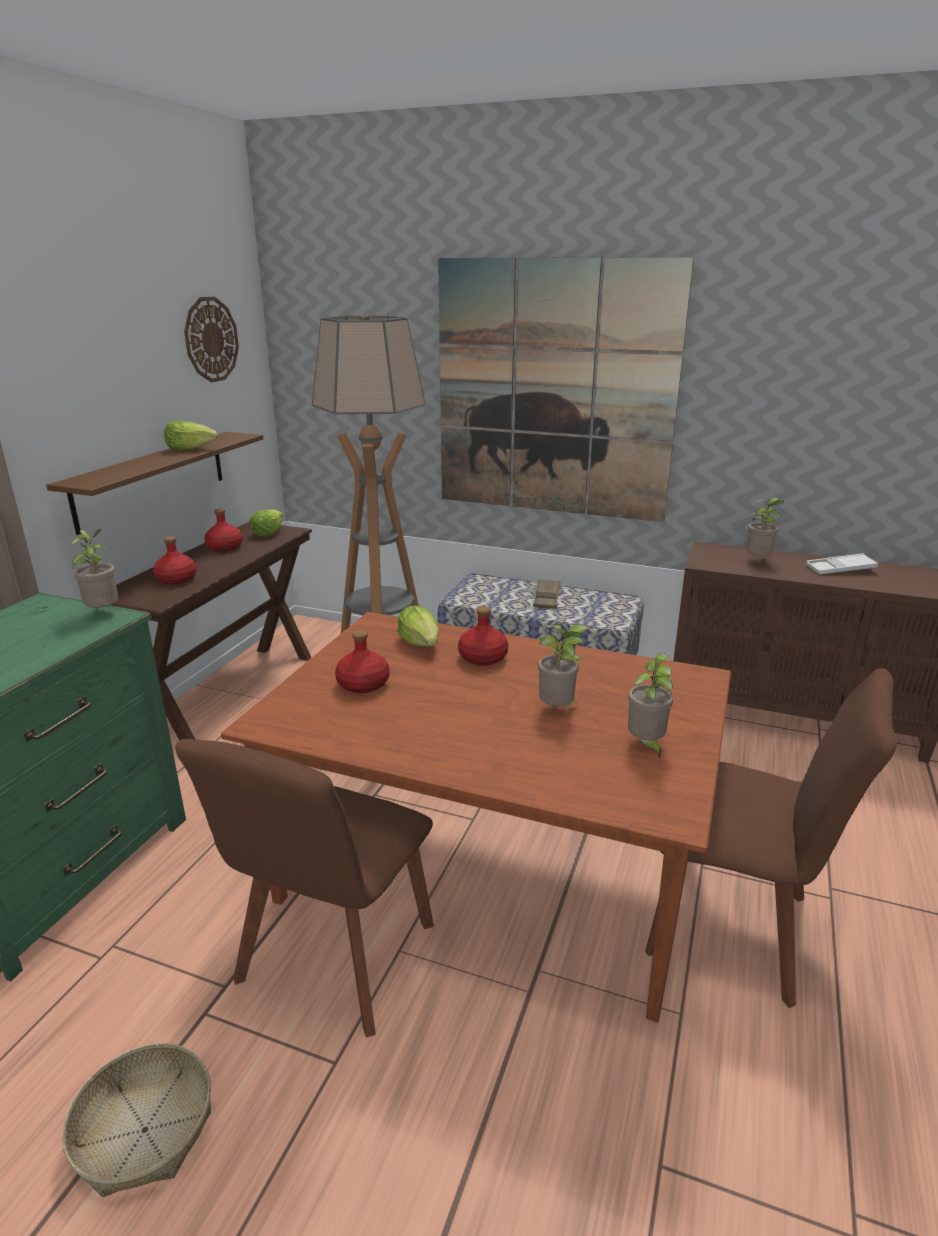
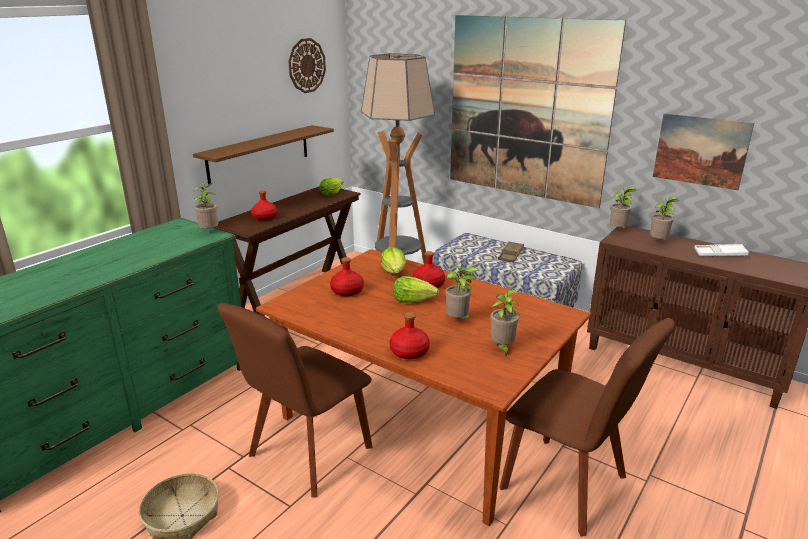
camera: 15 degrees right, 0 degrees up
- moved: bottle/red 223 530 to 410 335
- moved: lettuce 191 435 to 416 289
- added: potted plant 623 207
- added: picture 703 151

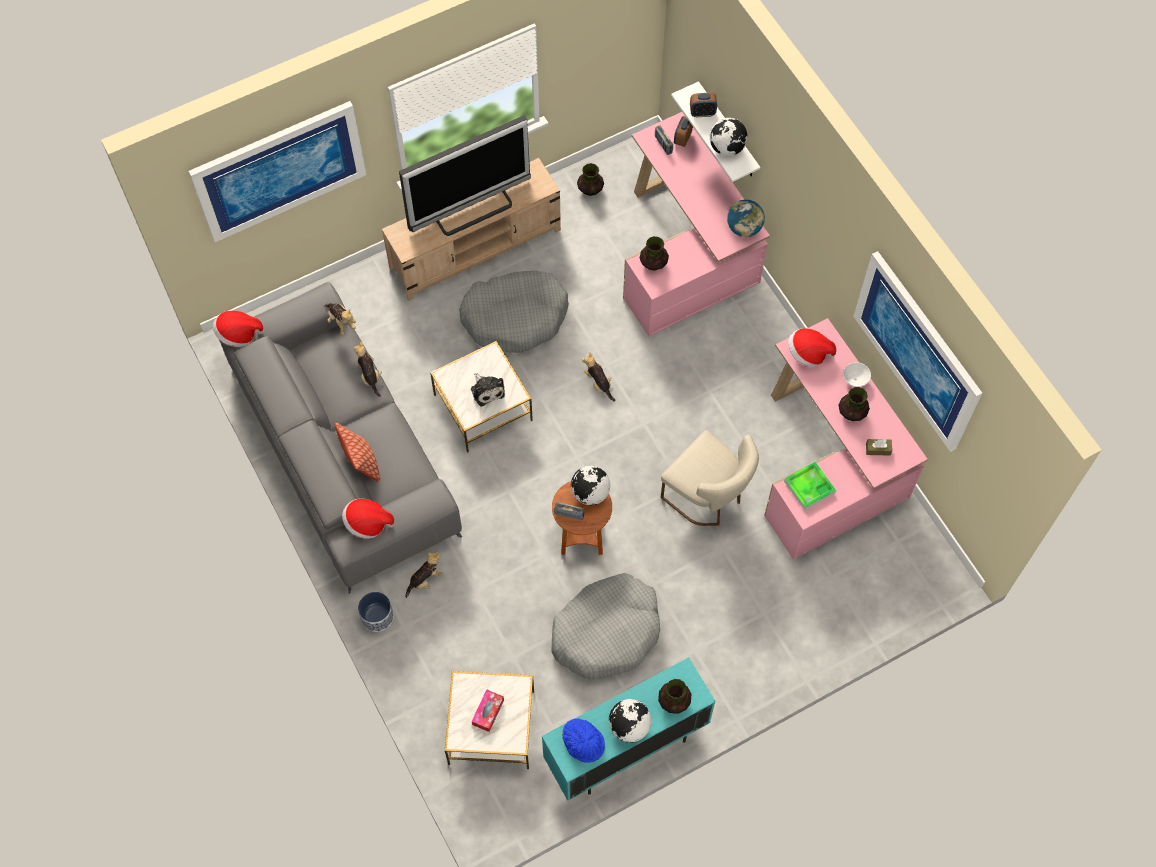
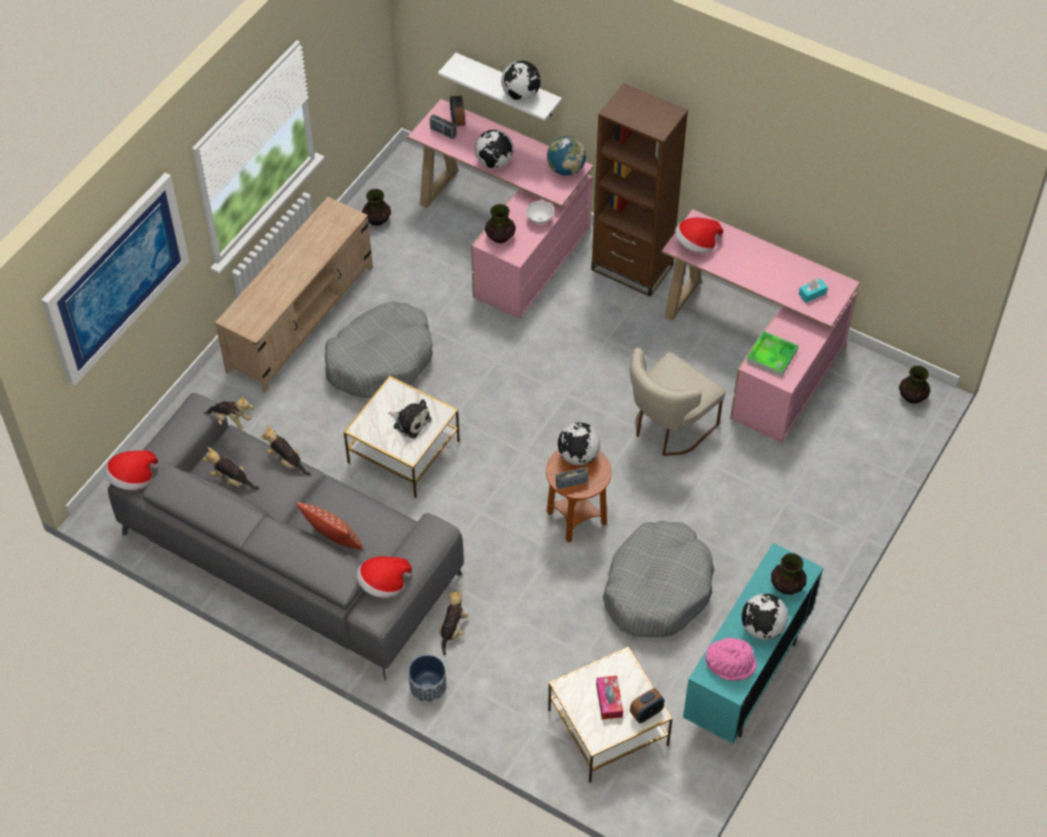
camera: 30 degrees left, 10 degrees down
- moved: plush toy 599 377 to 231 468
- added: globe 494 148
- moved: bowl/white 857 374 to 540 212
- added: bookcase/brown 639 190
- turned: chair/beige 710 478 = 678 402 120 degrees clockwise
- moved: alarm clock 703 105 to 647 705
- recoloured: hat/blue 583 740 to hat/pink 731 659
- recoloured: tissue box/brown 879 447 to tissue box/turquoise 813 290
- moved: vase 854 404 to 915 385
- removed: television 465 175
- removed: picture 917 351

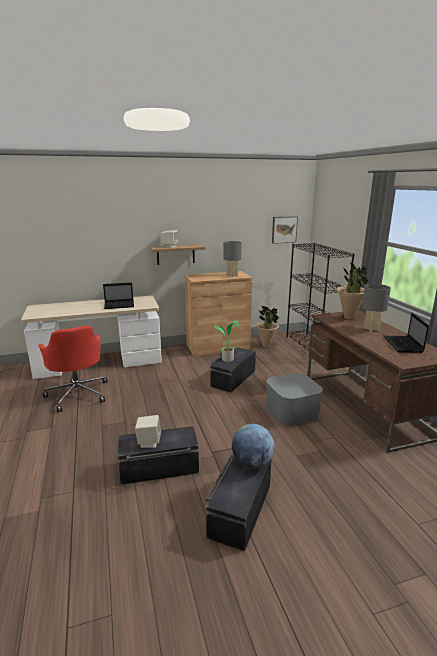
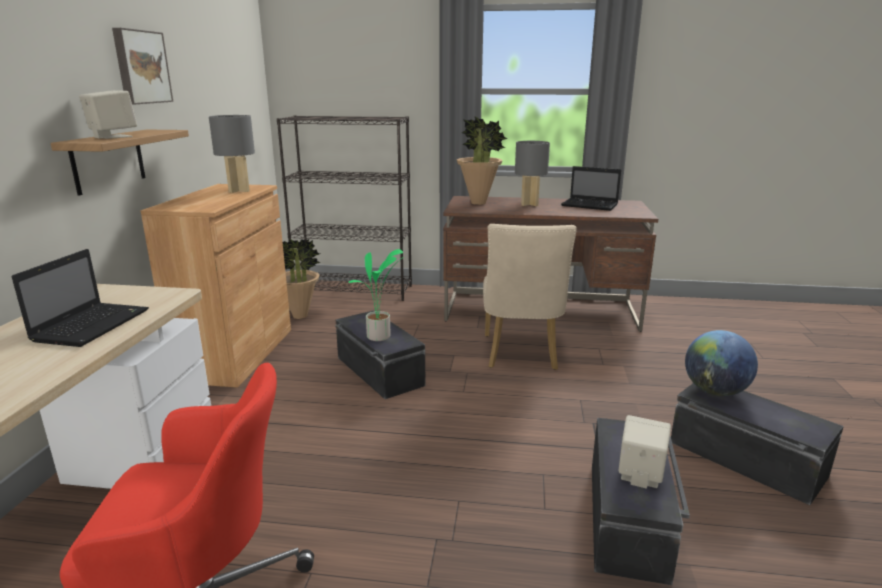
camera: 65 degrees left, 0 degrees up
- moved: picture 285 230 to 142 66
- replaced: storage box/grey 294 399 to chair/beige 530 297

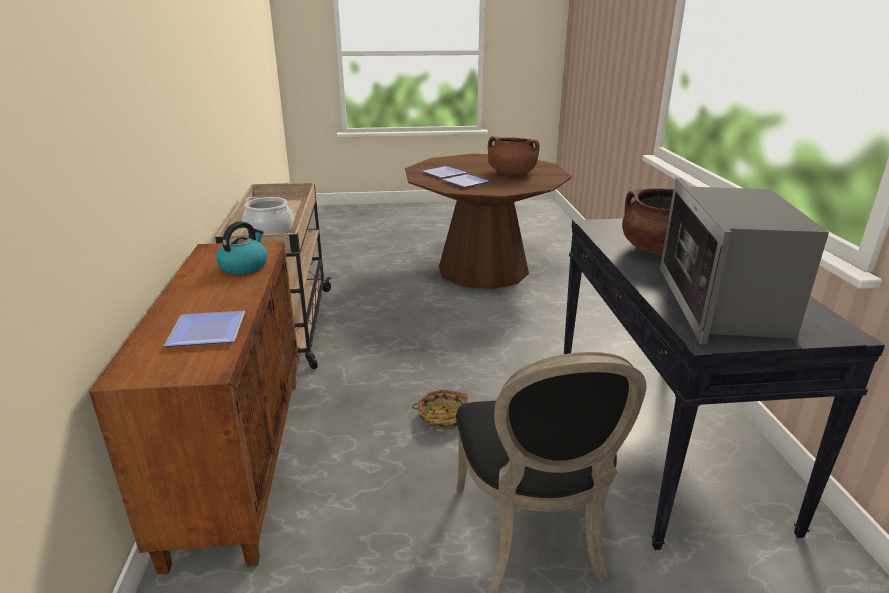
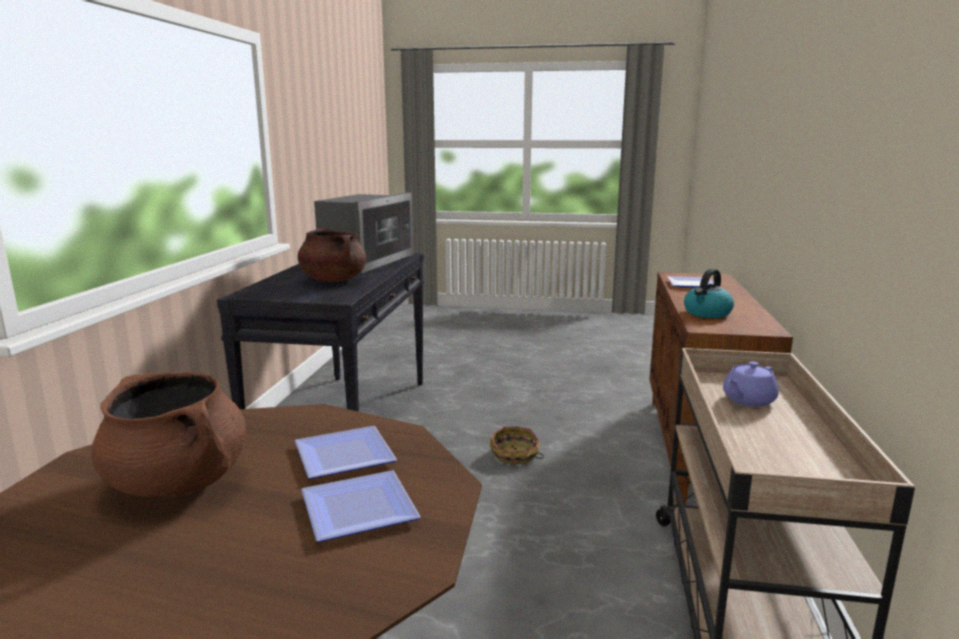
camera: 165 degrees left, 10 degrees down
- replaced: cooking pot 268 215 to teapot/purple 751 384
- removed: chair/black 551 472

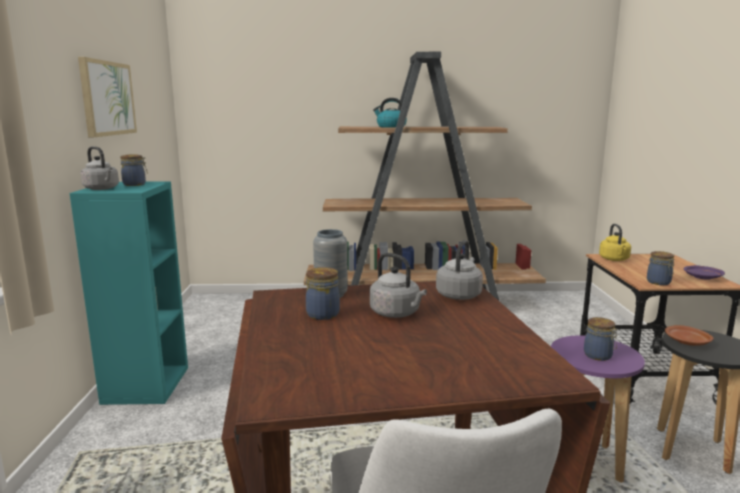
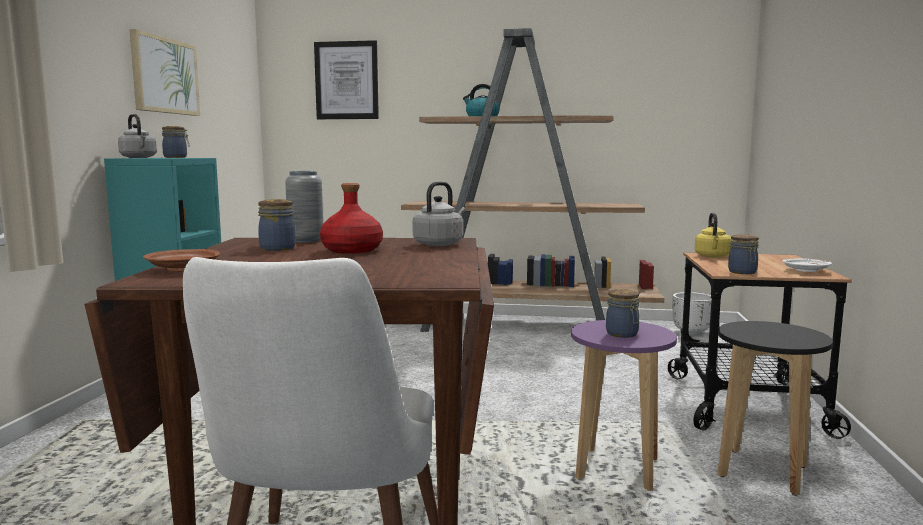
camera: 10 degrees right, 5 degrees down
- moved: plate/brown 689 335 to 181 260
- added: picture 346 79
- replaced: kettle/grey 398 285 to bottle/red 351 218
- added: planter/white 692 313
- recoloured: plate/purple 704 272 to plate/white 807 265

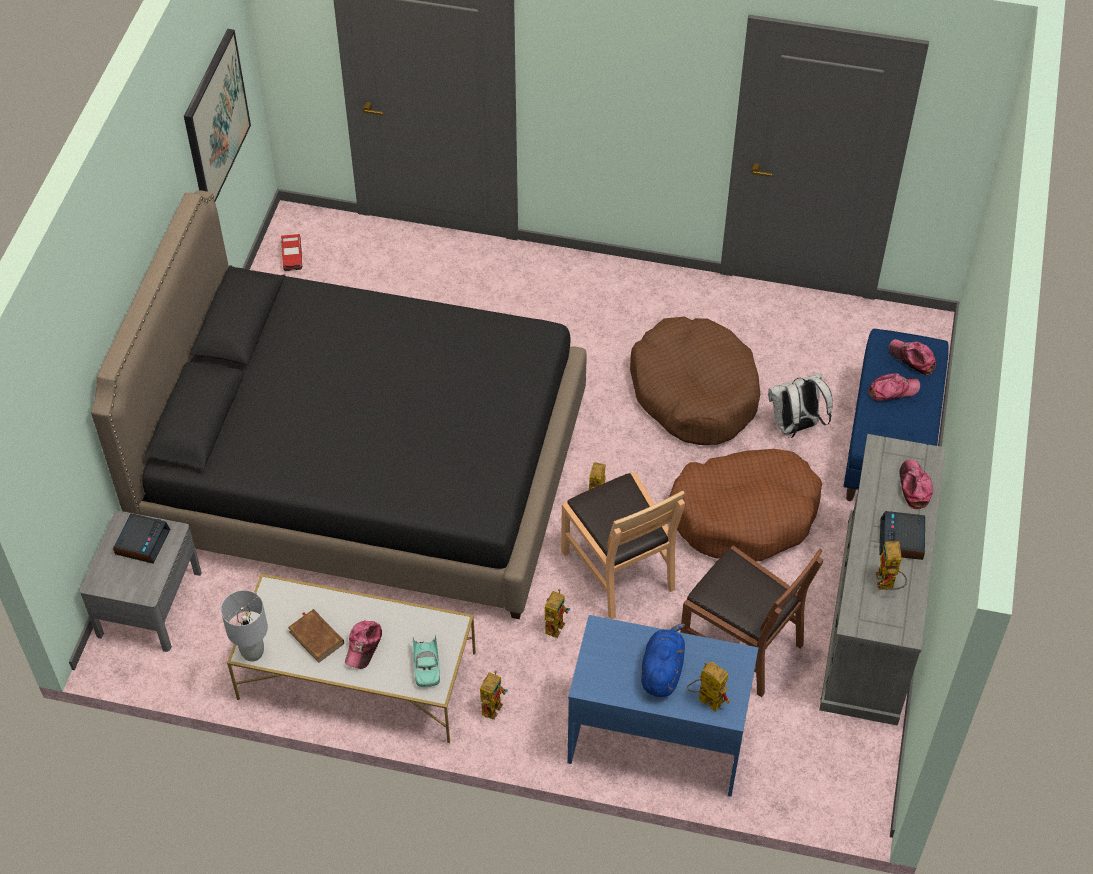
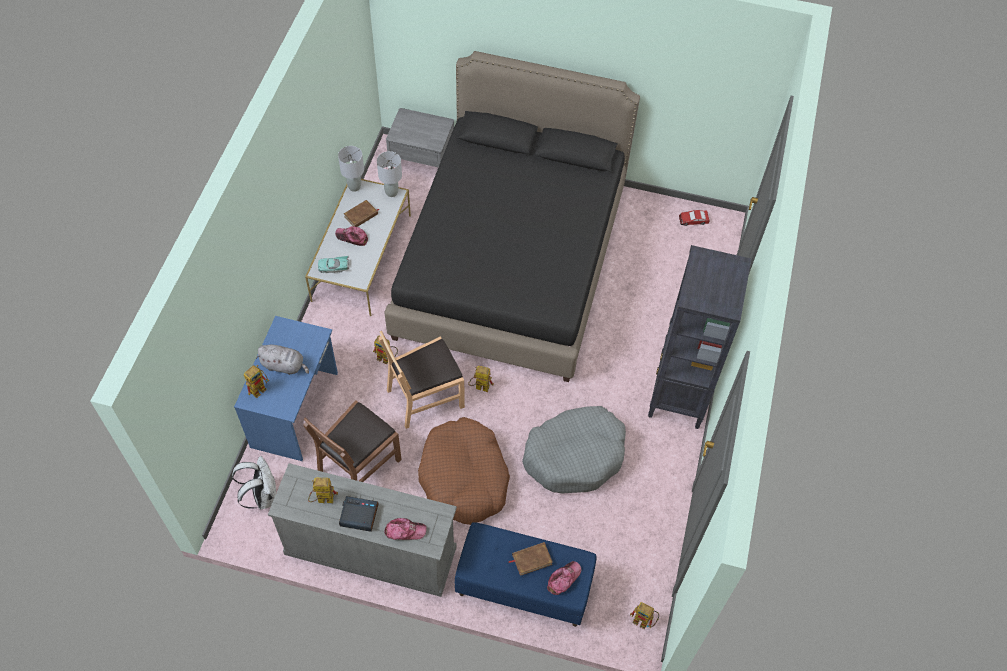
camera: 90 degrees right, 5 degrees up
- moved: backpack/white 800 405 to 254 483
- recoloured: plush toy/blue 663 660 to plush toy/grey 282 360
- added: table lamp/grey 389 174
- replaced: cap 894 387 to book/brown 530 559
- recoloured: dog bed/brown 695 380 to dog bed/grey 574 449
- moved: toy robot 494 695 to 644 615
- added: bookcase/black 699 337
- removed: alarm clock 141 538
- removed: picture 217 115

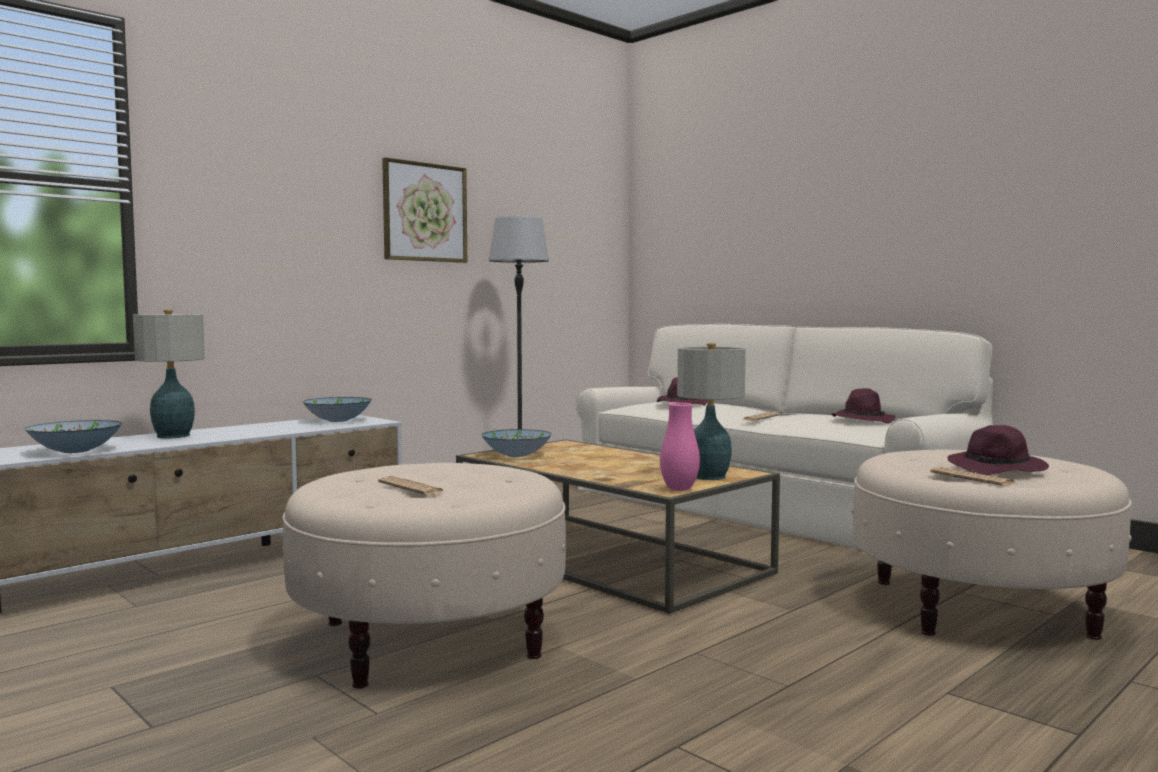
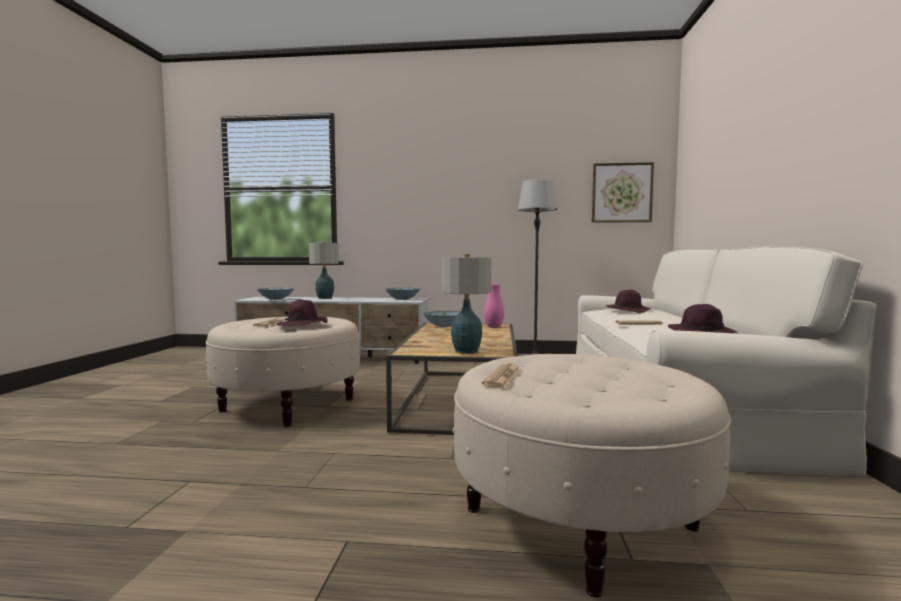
camera: 50 degrees right, 0 degrees up
- moved: hat/purple 998 450 to 302 313
- moved: vase/pink 680 447 to 494 306
- moved: picture 424 210 to 623 192

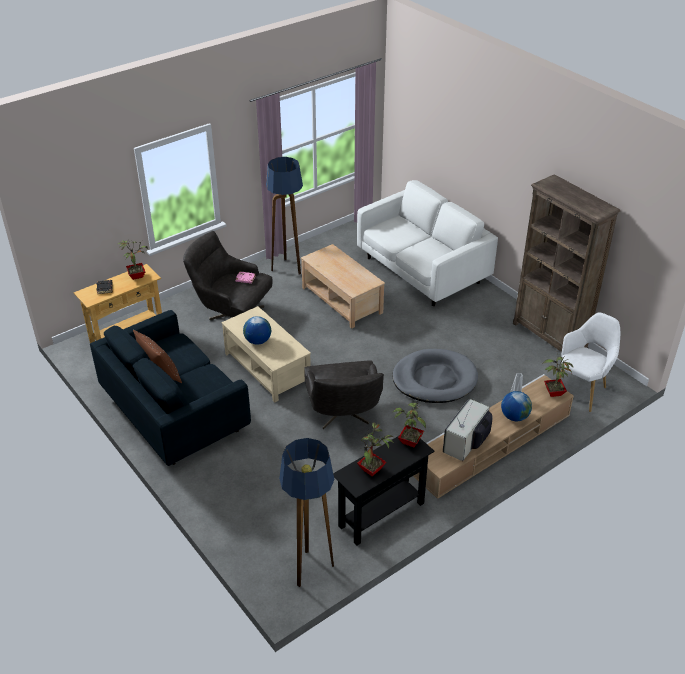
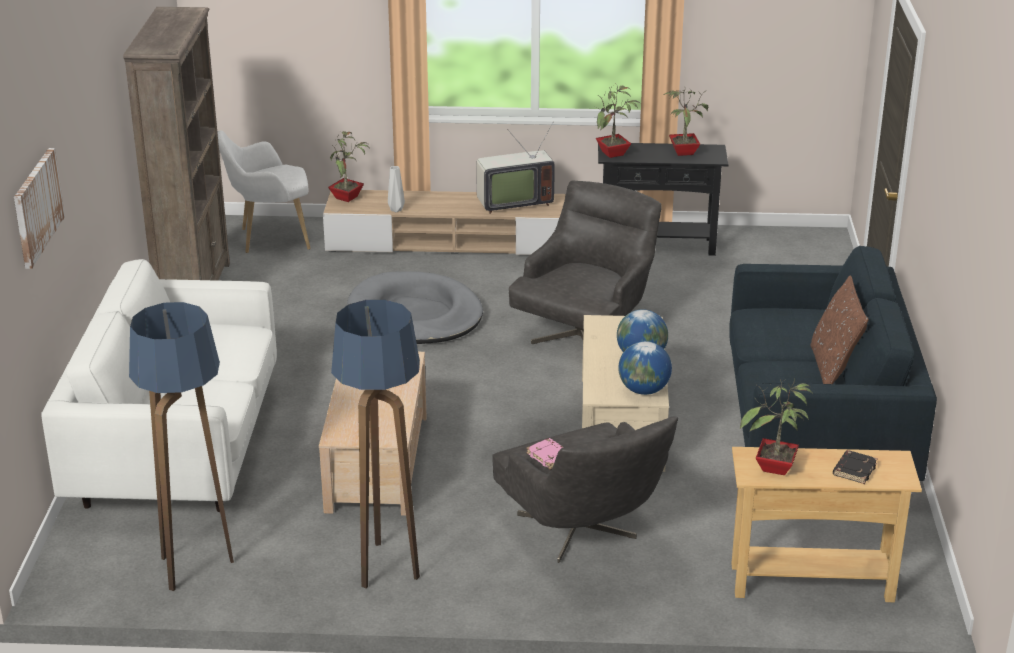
camera: 140 degrees left, 10 degrees down
- added: picture 39 208
- moved: floor lamp 306 512 to 181 446
- moved: globe 516 406 to 645 368

